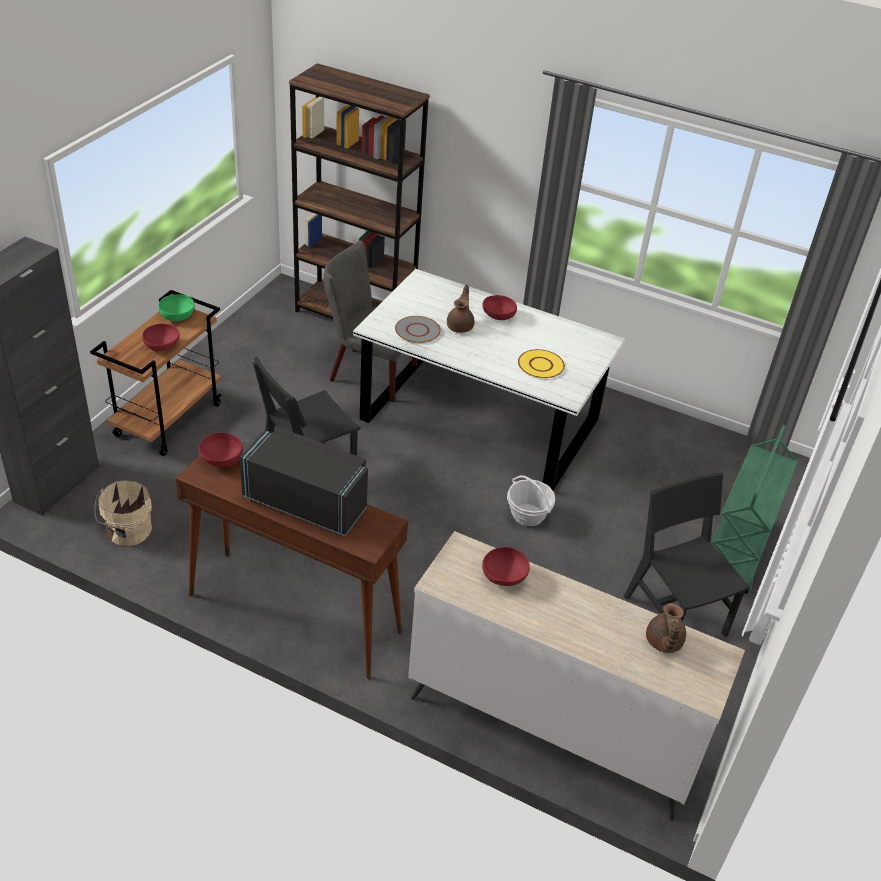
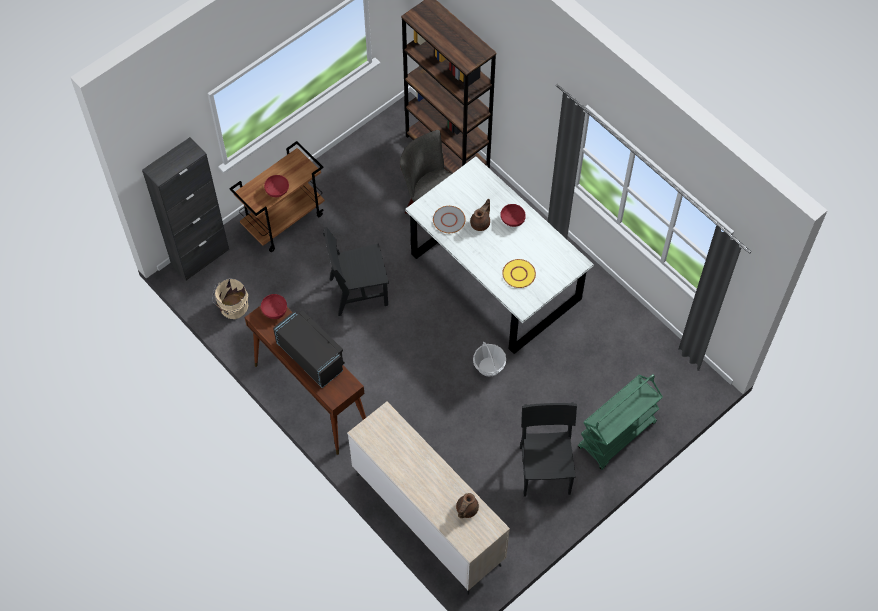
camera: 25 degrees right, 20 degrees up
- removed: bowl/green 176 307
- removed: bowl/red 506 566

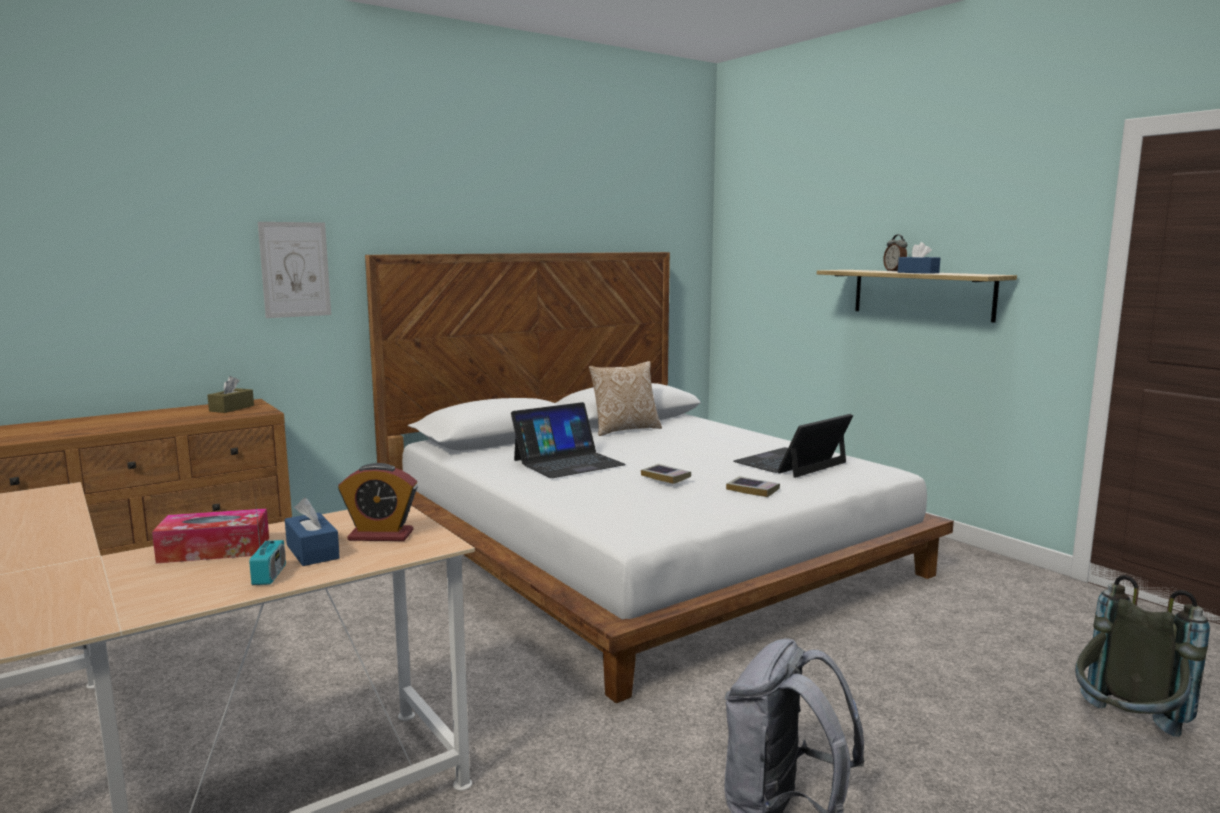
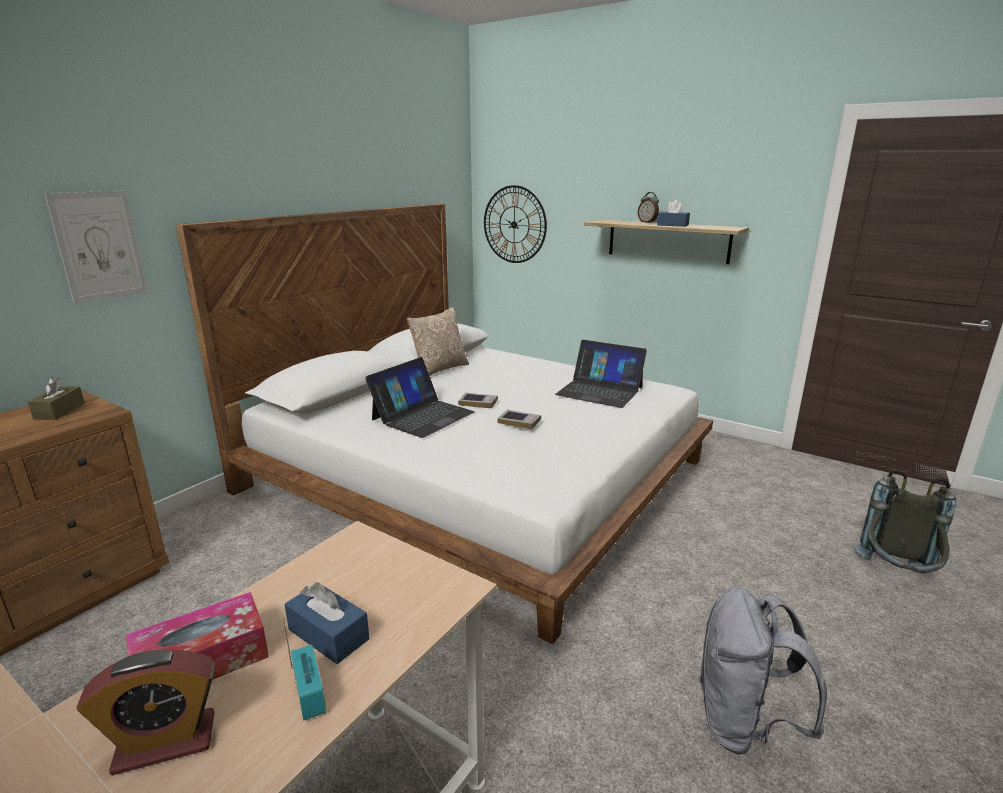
camera: 20 degrees left, 10 degrees up
- moved: alarm clock 378 502 to 145 713
- moved: book 753 486 to 478 400
- added: wall clock 515 224
- turned: laptop 793 446 = 601 374 90 degrees counterclockwise

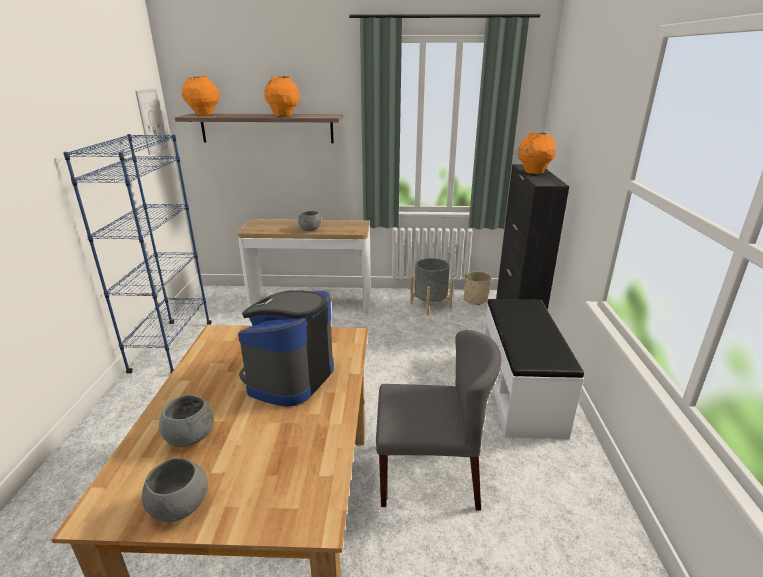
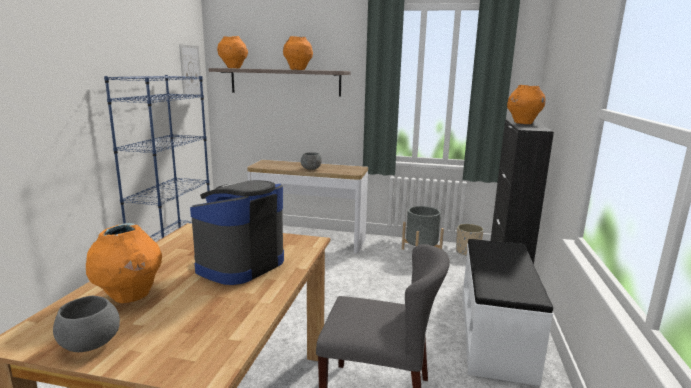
camera: 10 degrees right, 10 degrees down
- replaced: bowl/grey 186 421 to vase/orange 124 263

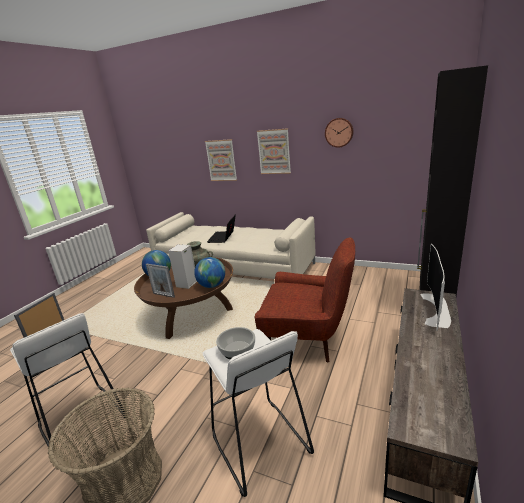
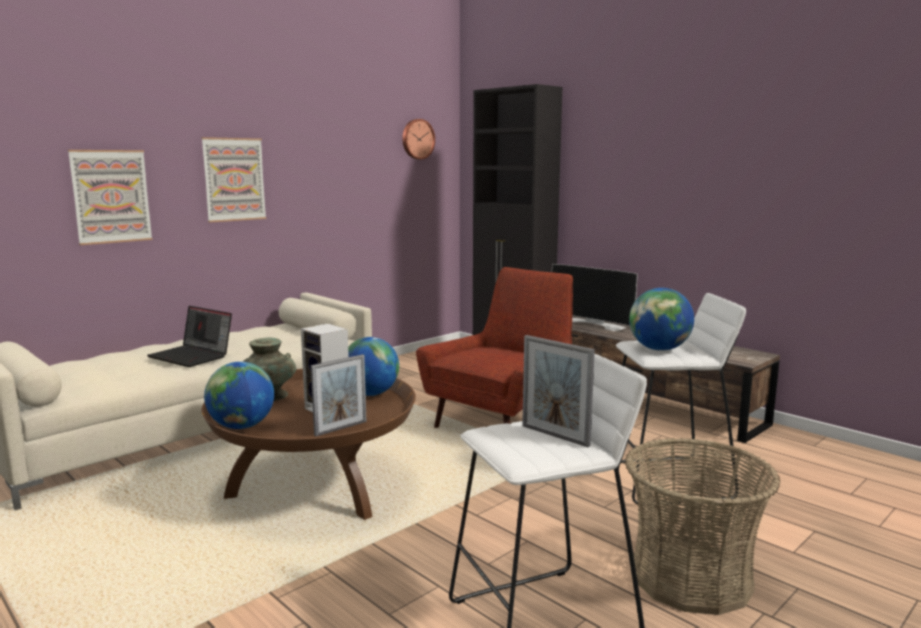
camera: 70 degrees left, 10 degrees down
- moved: wall clock 339 133 to 418 139
- replaced: bowl 235 343 to globe 661 319

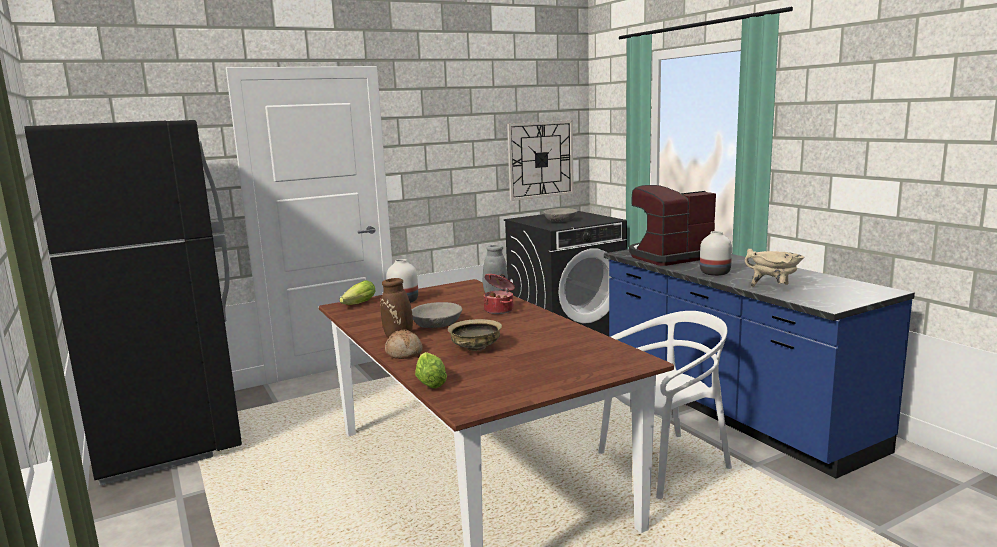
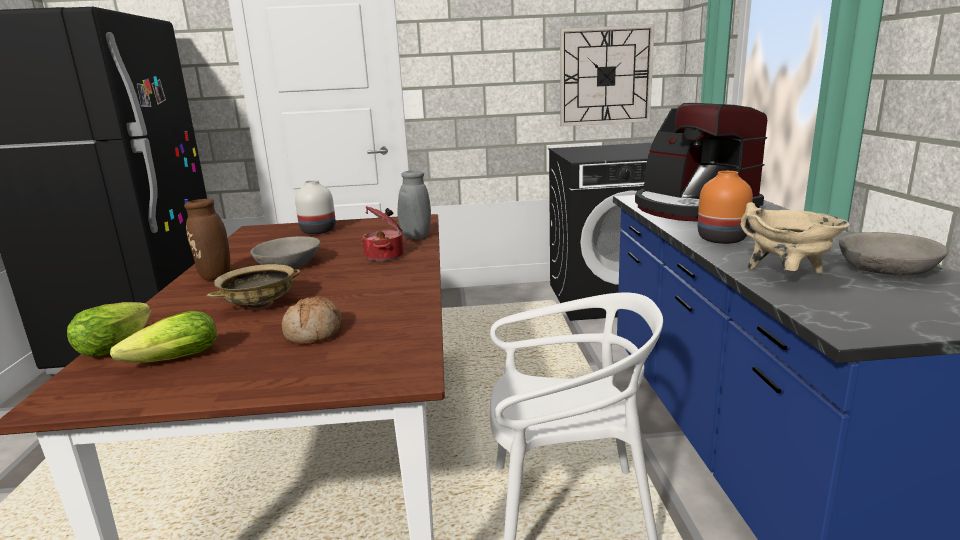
camera: 25 degrees right, 5 degrees up
- moved: lettuce 357 292 to 163 337
- moved: bread 404 344 to 311 320
- turned: coffee machine 672 225 = 701 162 120 degrees counterclockwise
- recoloured: vase/white 716 253 to vase/orange 725 207
- moved: bowl/grey 561 215 to 894 254

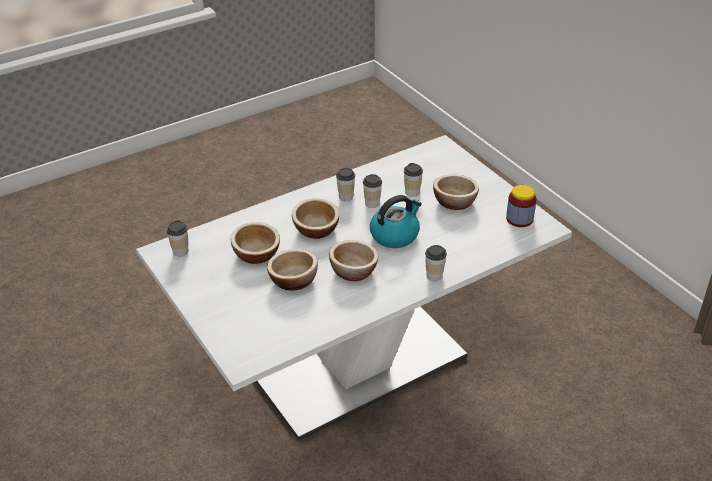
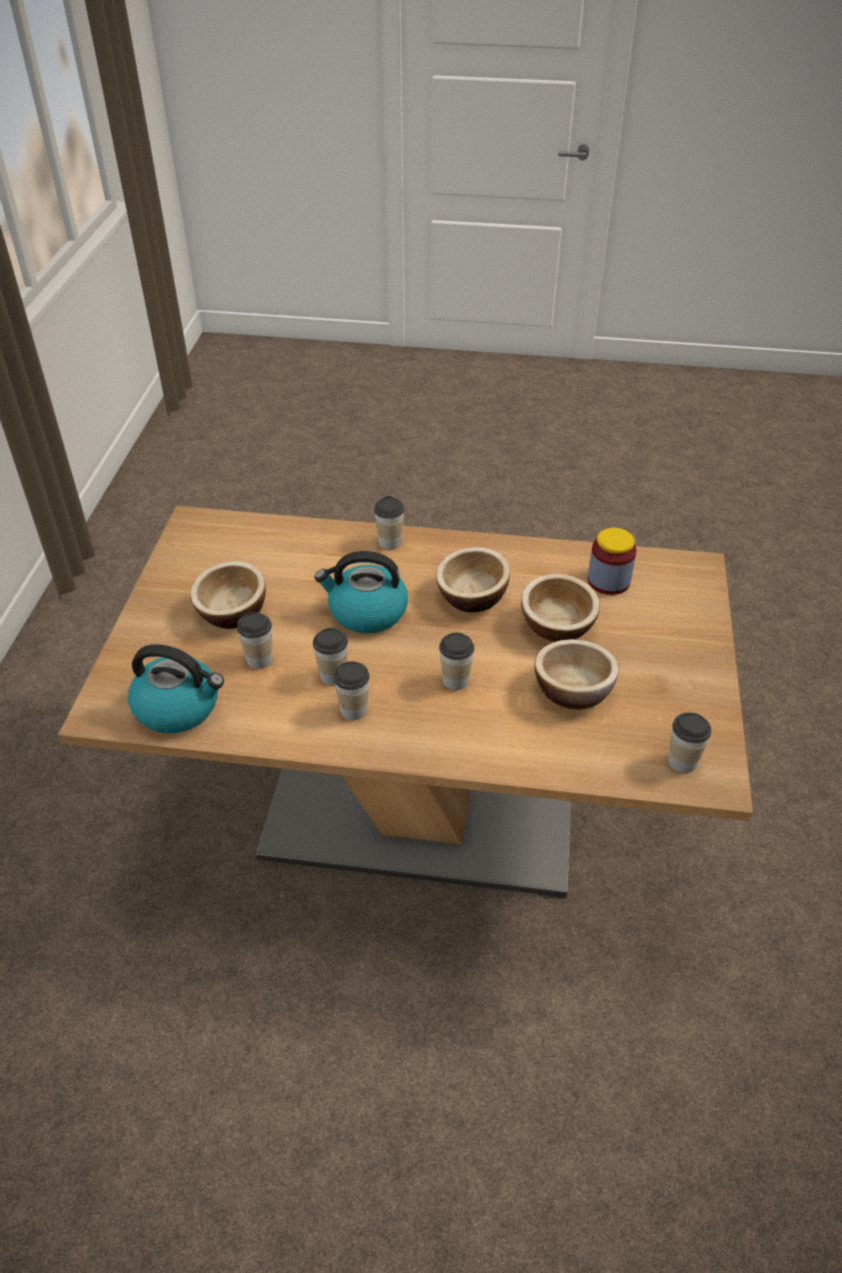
camera: 140 degrees left, 5 degrees up
- recoloured: dining table/white 354 288 to dining table/brown 405 701
- added: kettle 176 688
- replaced: bowl 315 218 to cup 456 661
- moved: jar 521 206 to 612 561

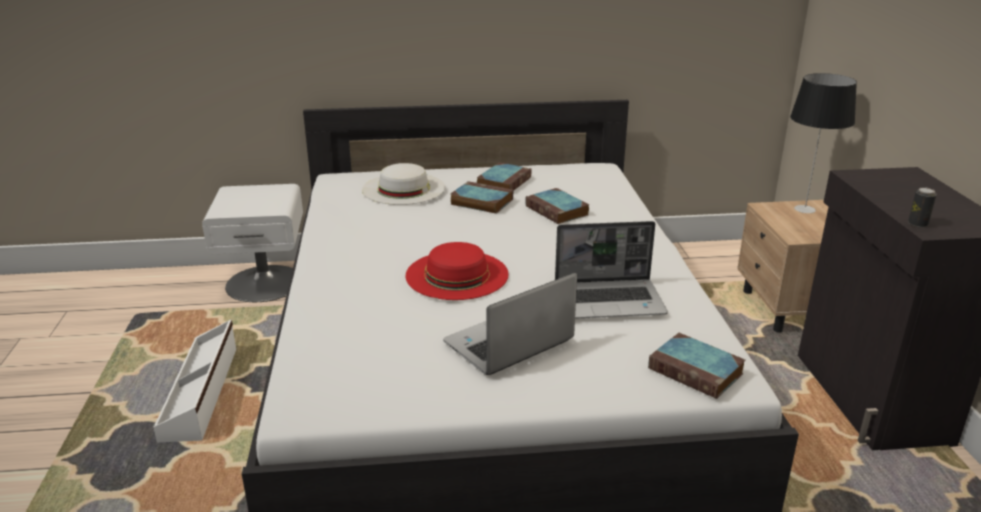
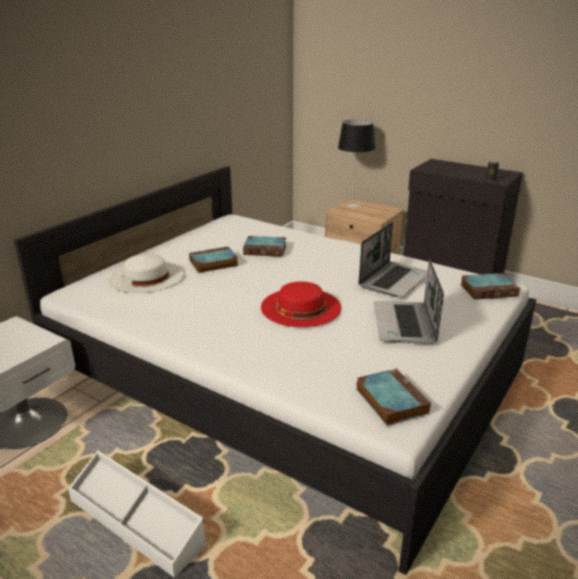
camera: 50 degrees left, 0 degrees up
- moved: book 504 176 to 393 397

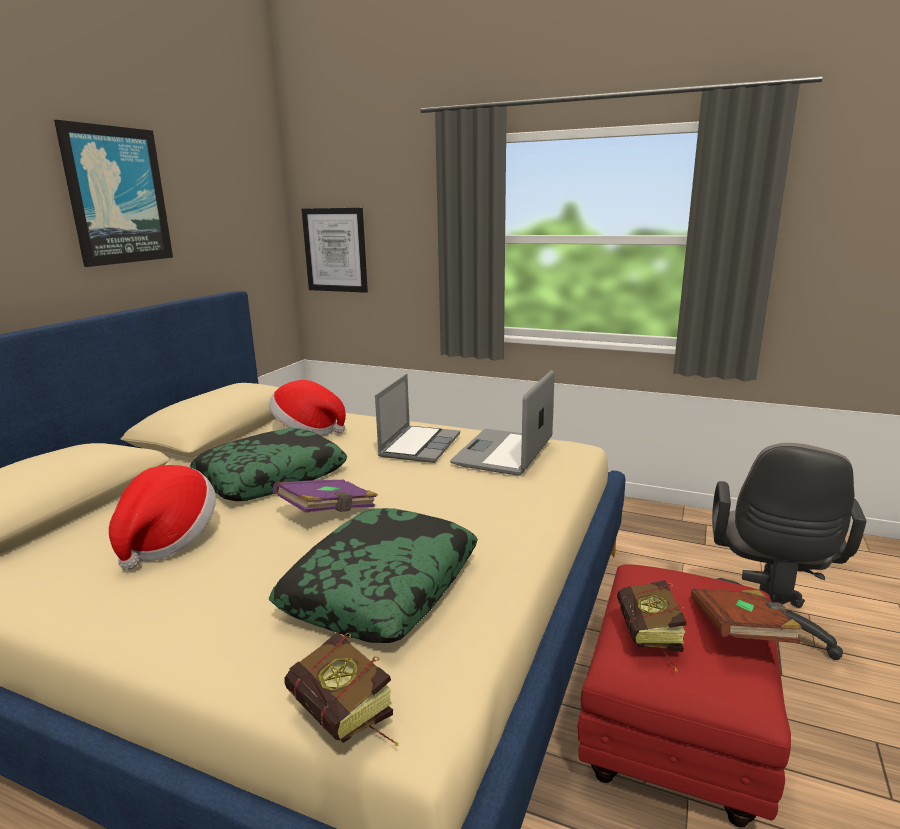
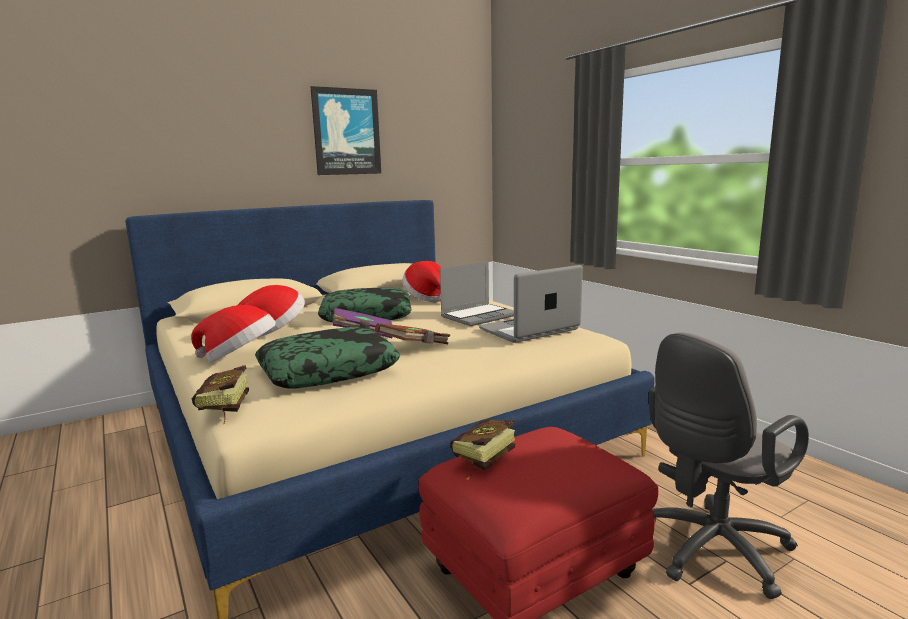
camera: 35 degrees right, 5 degrees down
- added: hat 233 333
- moved: book/brown 746 616 to 413 333
- removed: picture 335 250

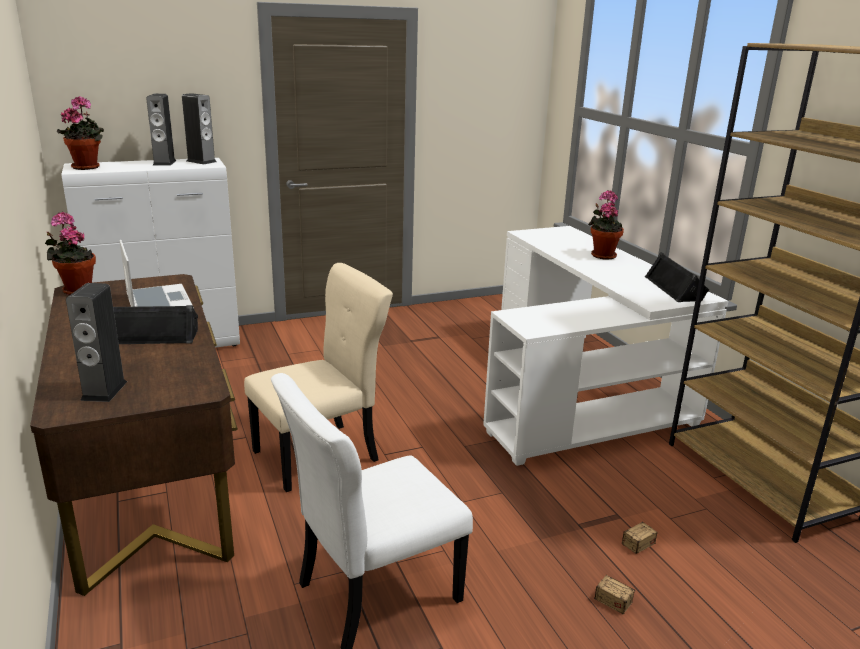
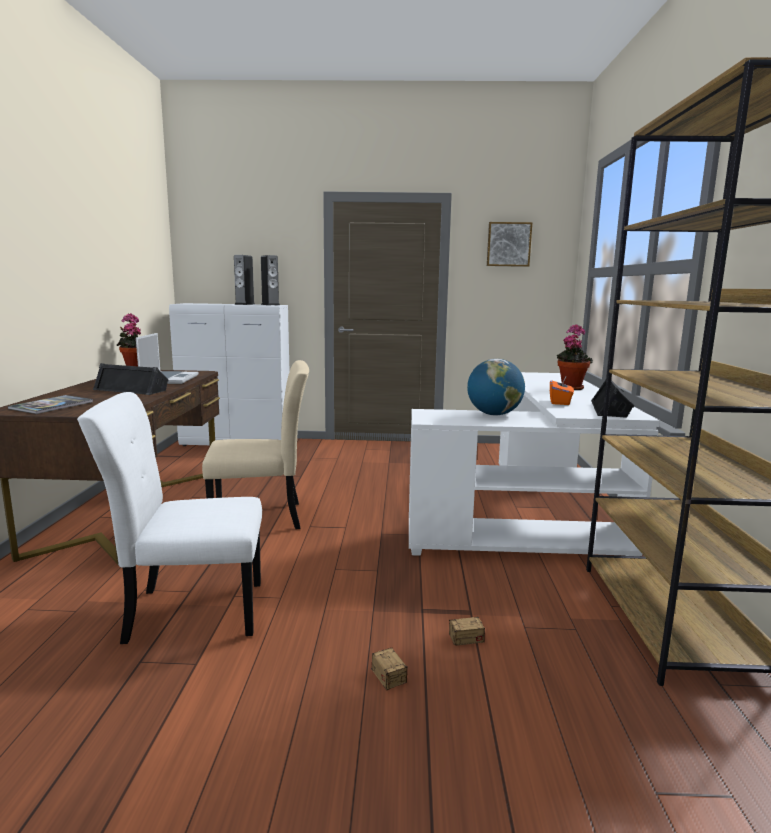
camera: 25 degrees right, 10 degrees down
- replaced: speaker 96 342 to book 50 404
- added: globe 496 387
- added: picture 510 244
- added: tissue box/orange 562 391
- removed: potted plant 80 133

